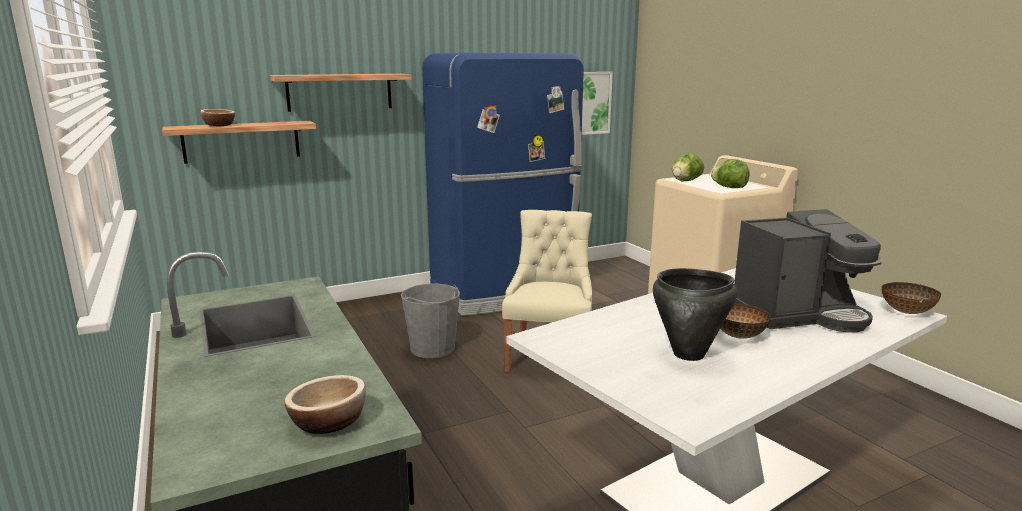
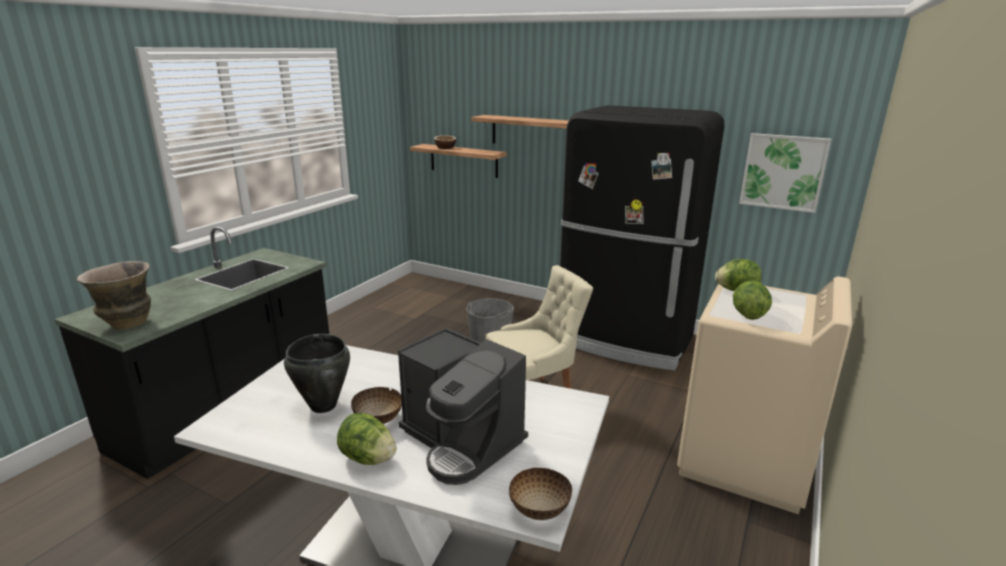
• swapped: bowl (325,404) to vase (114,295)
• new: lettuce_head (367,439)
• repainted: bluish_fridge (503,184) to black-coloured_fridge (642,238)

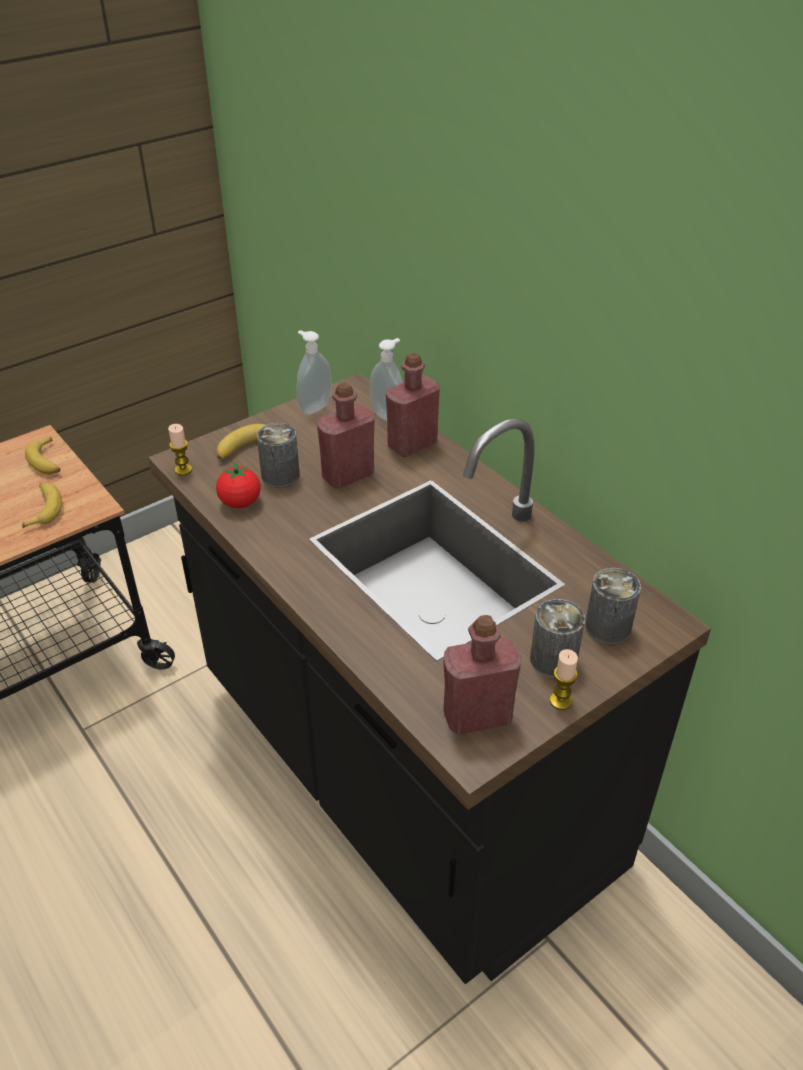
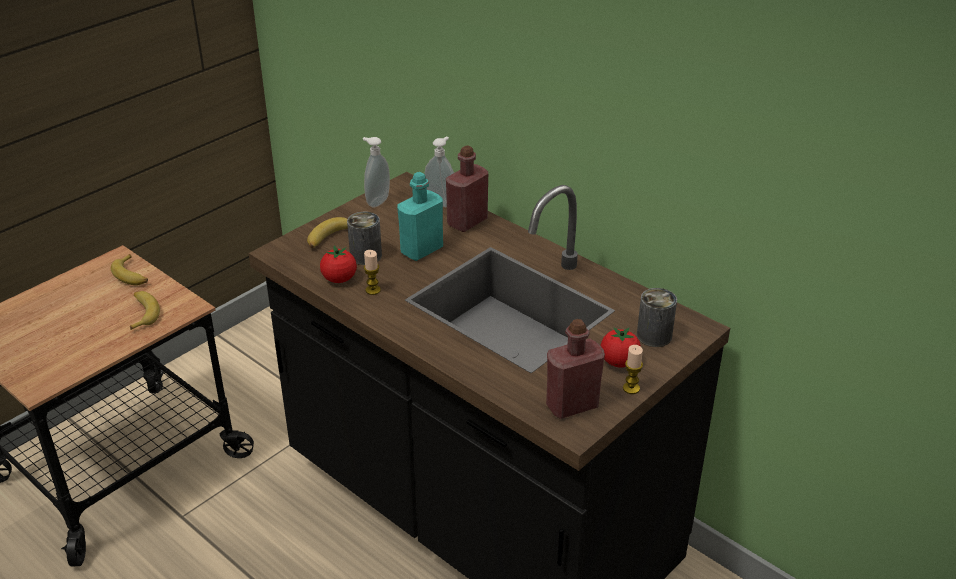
• shifted: candle (180,450) to (372,272)
• repainted: reddish_bottle (346,435) to blue-green_bottle (420,216)
• swapped: sealed_can (557,638) to whole_tomato (620,347)

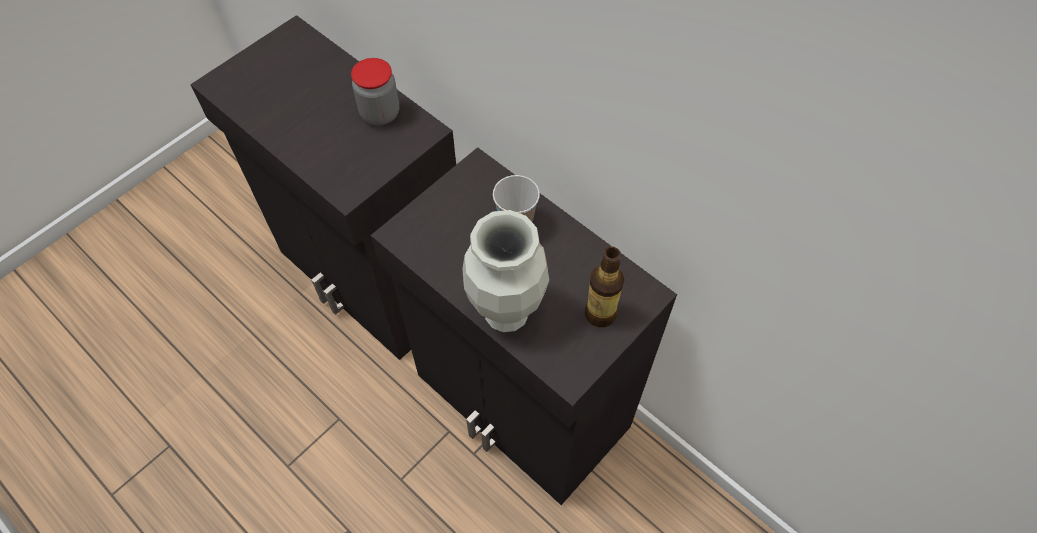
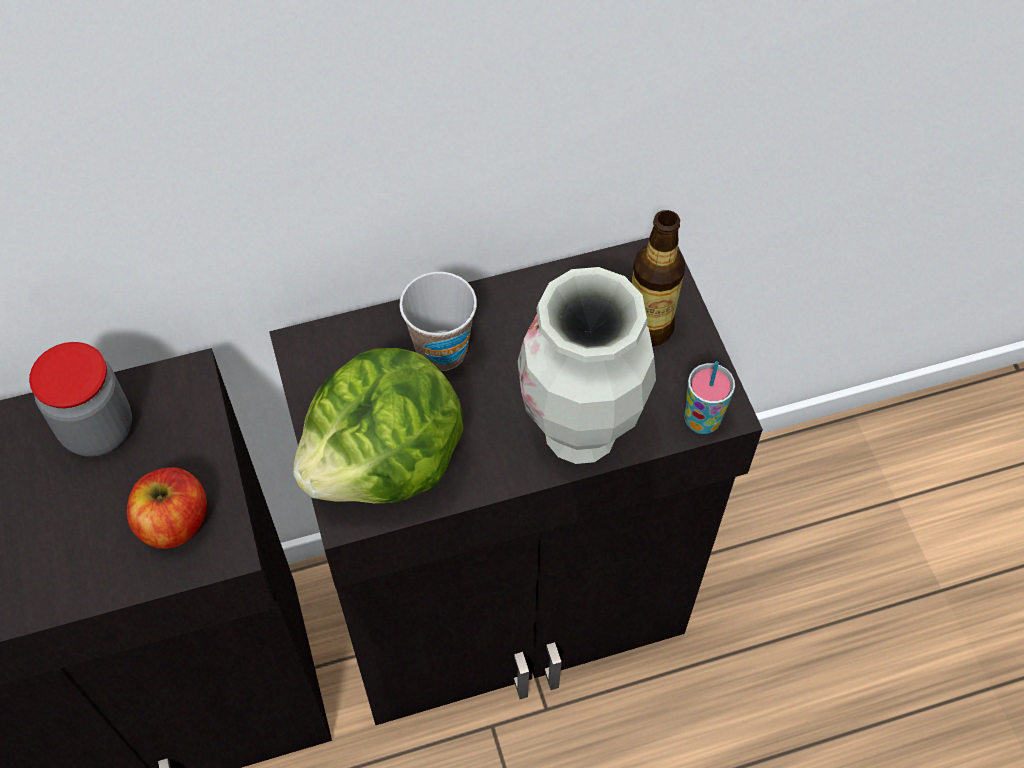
• new: whole_apple (167,508)
• new: lettuce_head (378,425)
• new: small_cup (709,397)

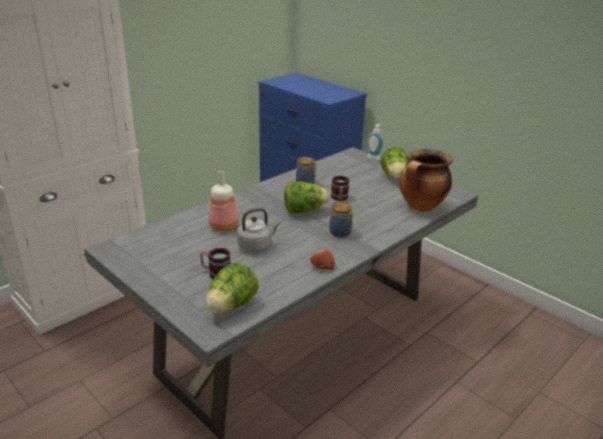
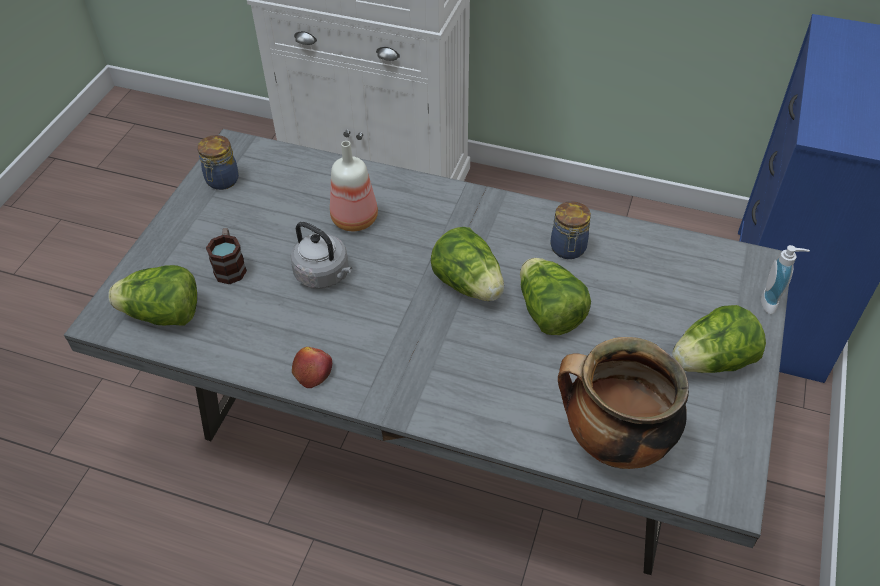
• shifted: jar (341,219) to (218,162)
• swapped: coffee_mug (340,188) to lettuce_head (555,296)

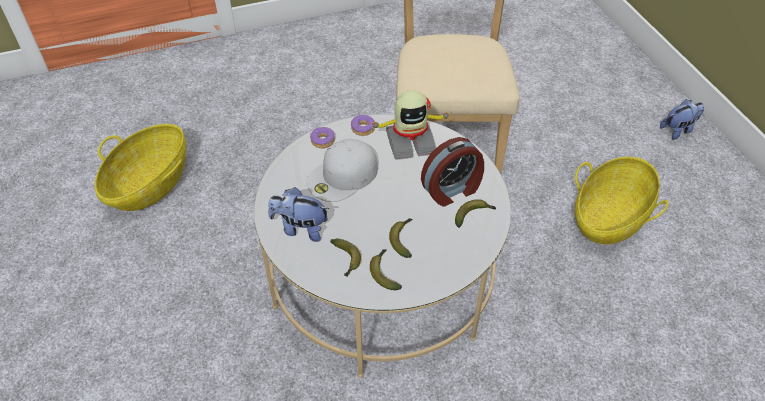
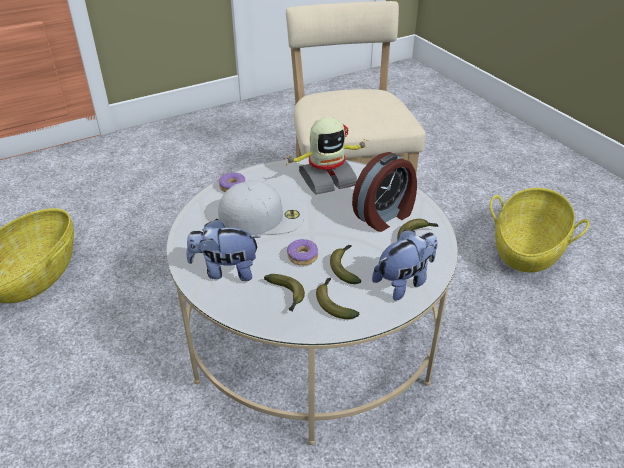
• rotated: white-coloured_baseball_cap (342,170) = (261,208) 135 degrees counterclockwise
• shifted: donut (363,125) to (302,252)
• shifted: cuddly_toy (682,119) to (405,265)

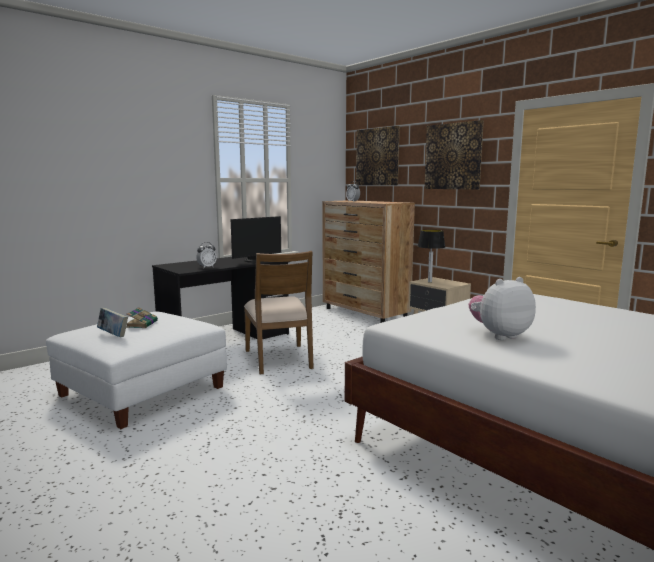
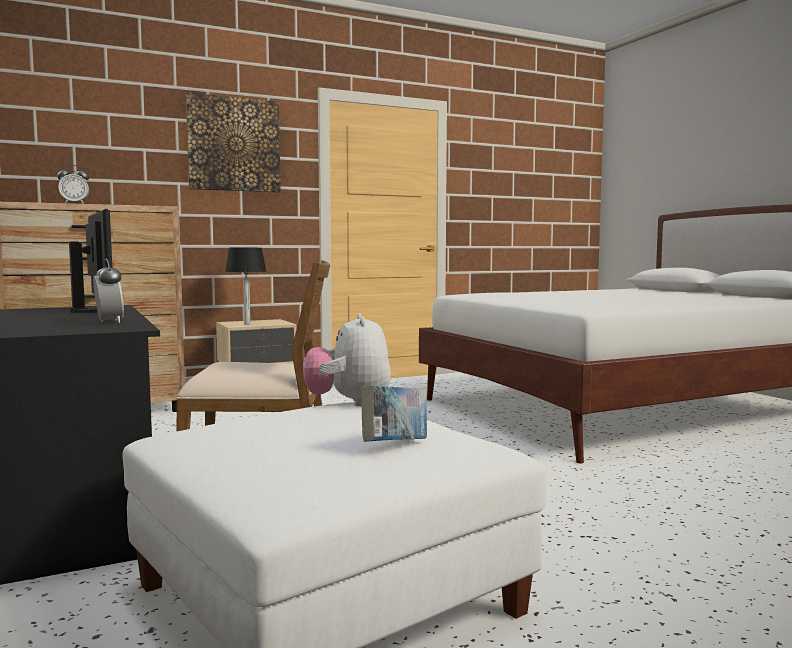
• shifted: cuddly_toy (502,308) to (347,360)
• gone: book (142,317)
• gone: wall_picture (378,155)

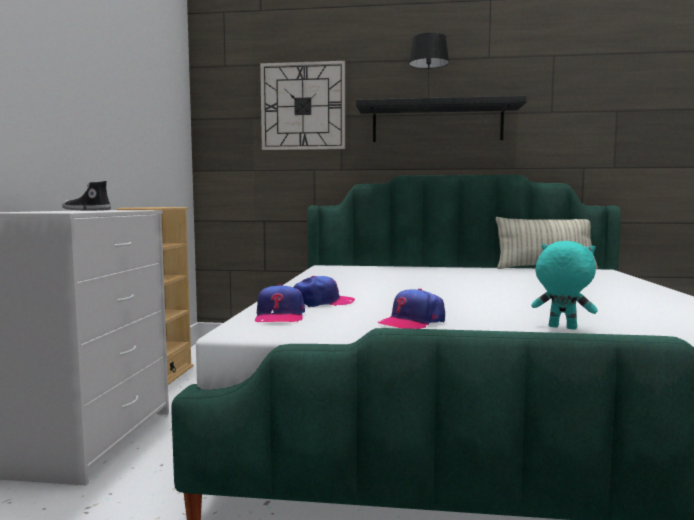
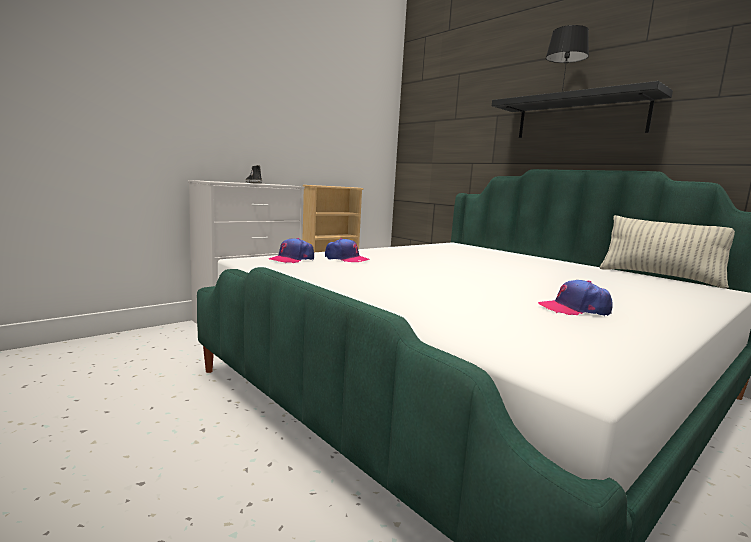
• shifted: baseball_cap (411,309) to (575,298)
• gone: wall_clock (302,105)
• gone: blue-green_cuddly_toy (564,285)

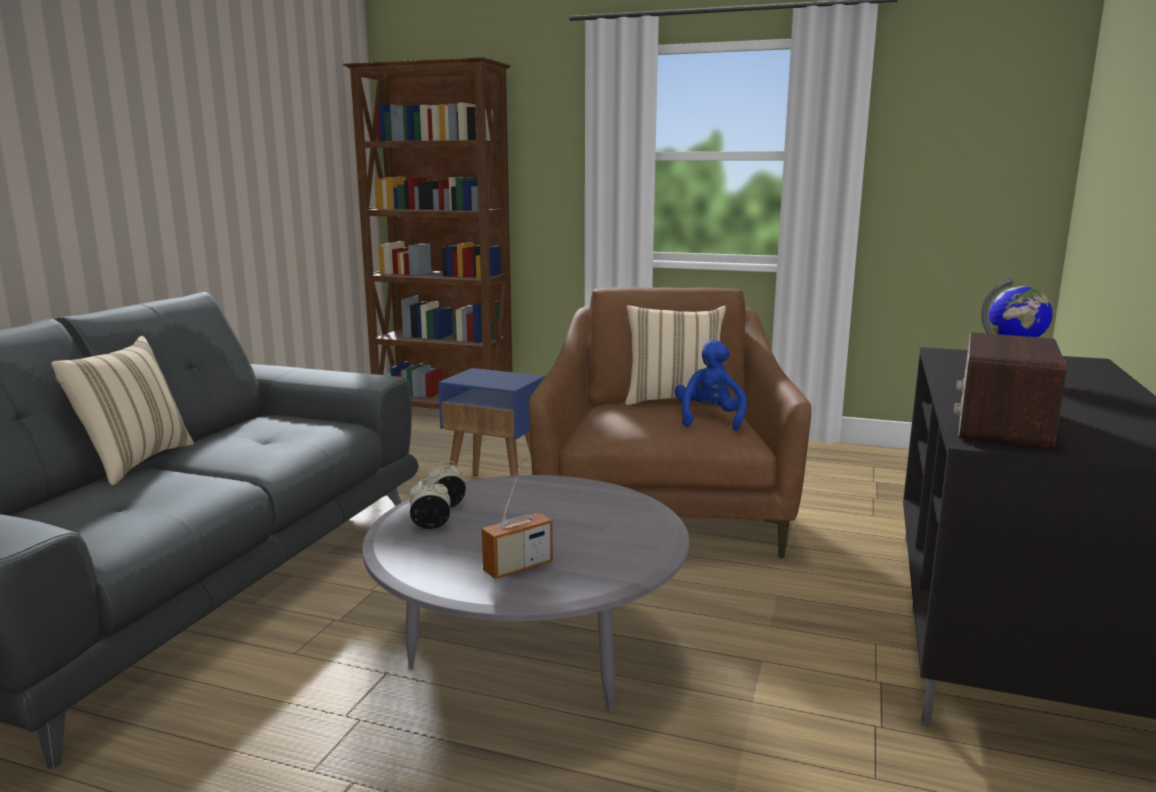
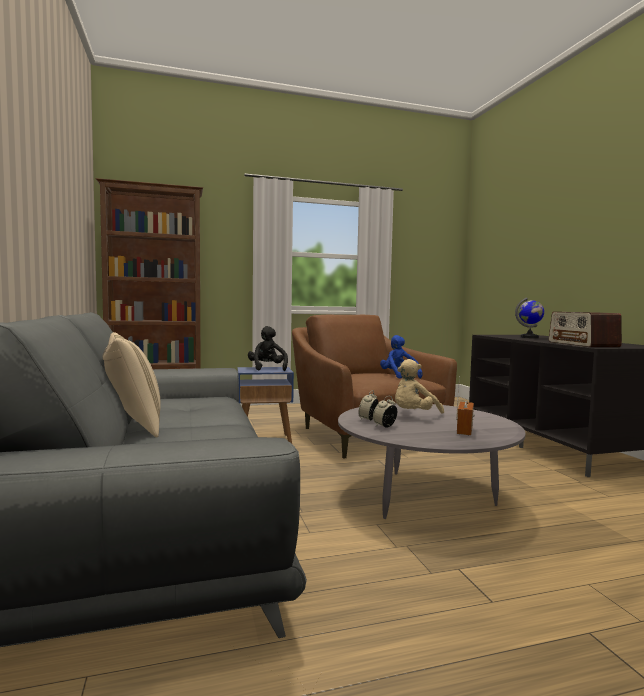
• new: black-coloured_cuddly_toy (268,348)
• new: beige-coloured_cuddly_toy (419,386)
• gone: beige-coloured_cushion (675,355)

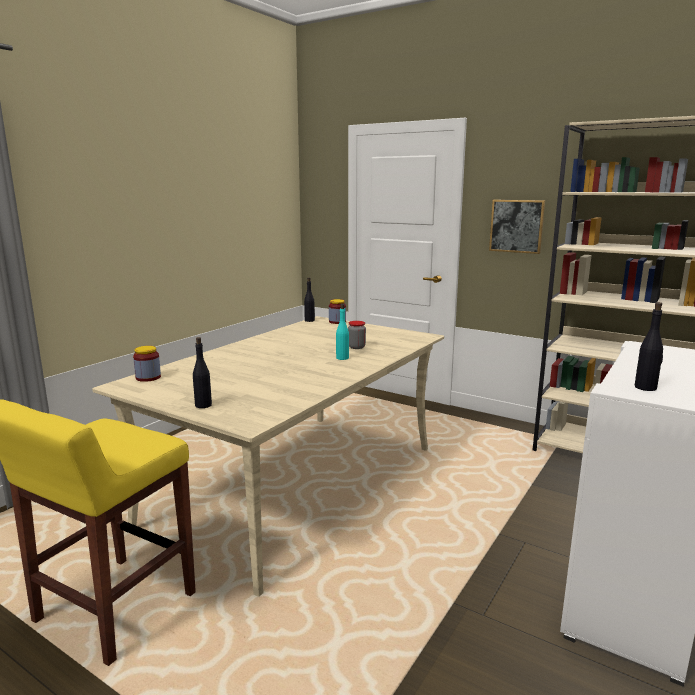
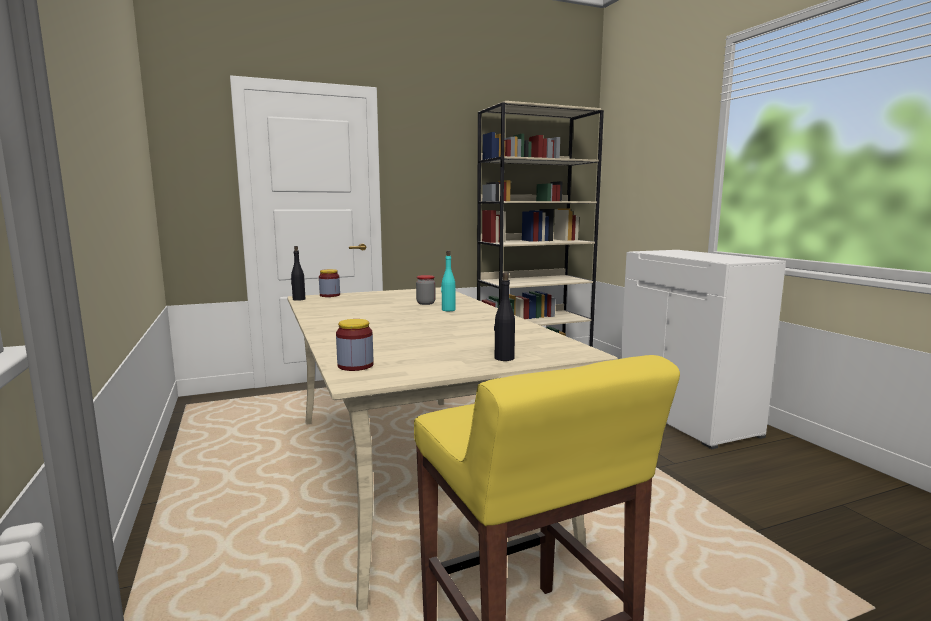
• gone: wall_picture (517,227)
• gone: black-coloured_bottle (649,346)

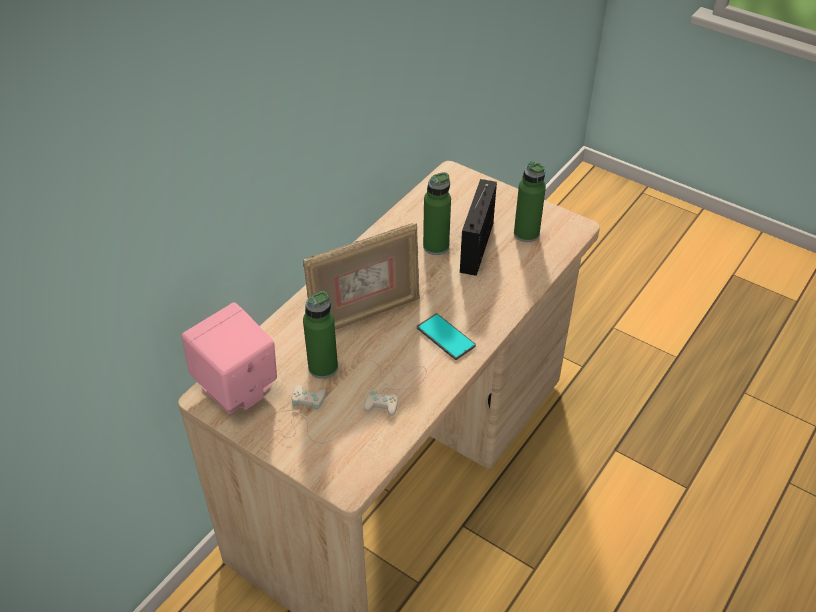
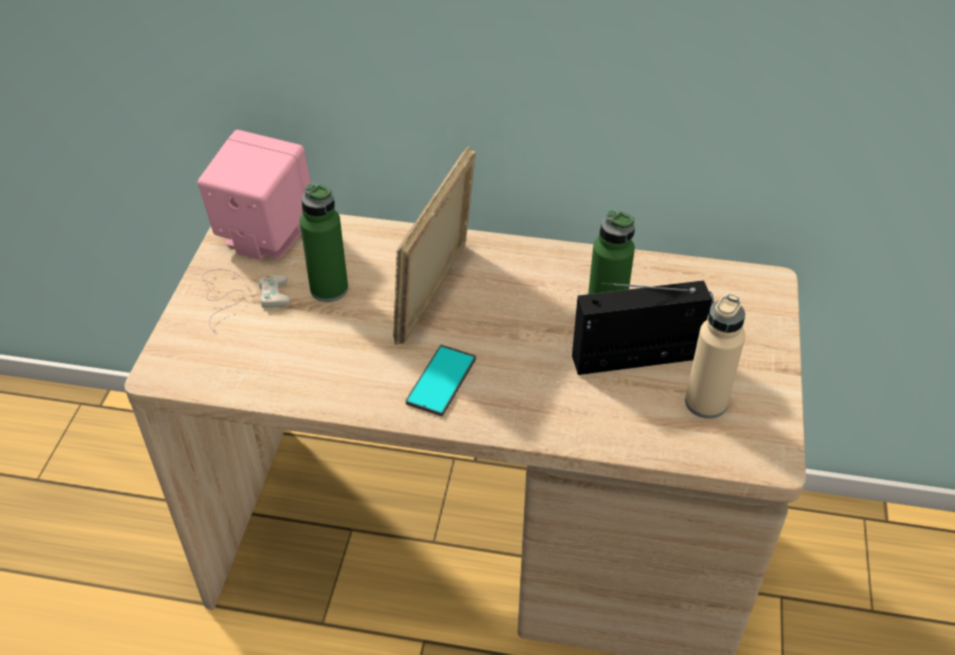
• rotated: picture_frame (361,276) = (434,246) 75 degrees clockwise
• repainted: greenish_bottle (530,201) to beige-coloured_bottle (715,356)
• gone: white-coloured_joypad (391,388)

